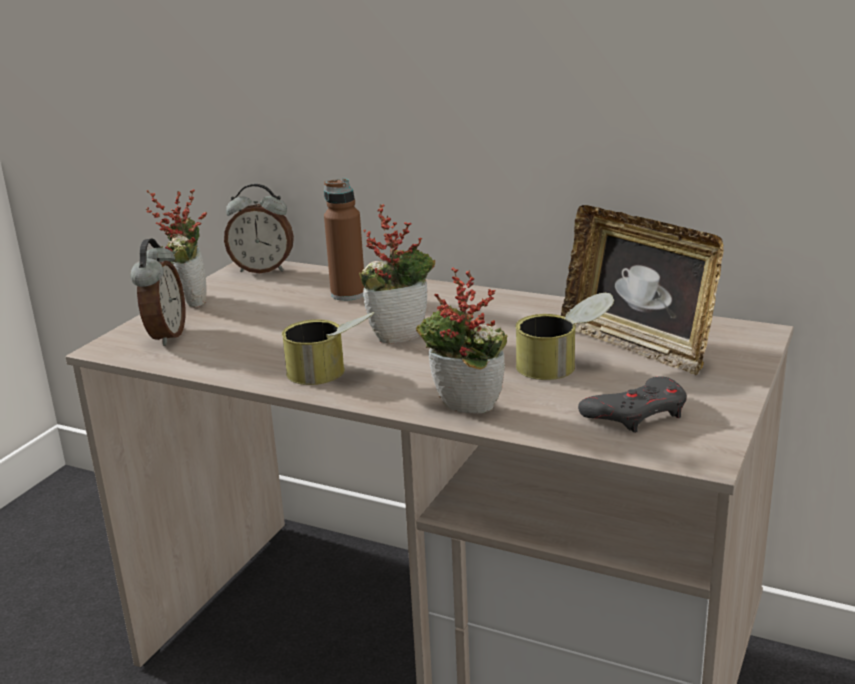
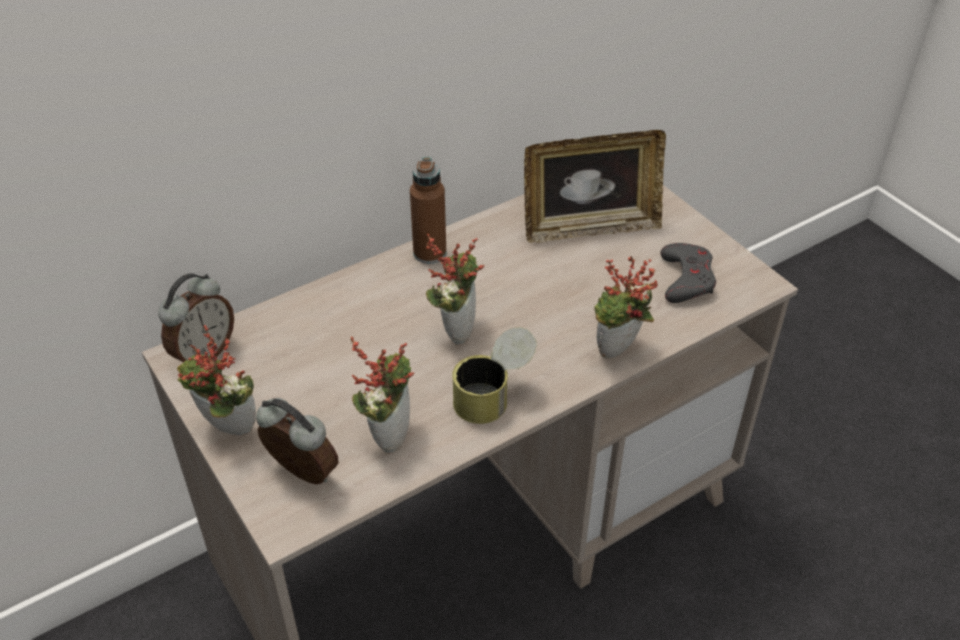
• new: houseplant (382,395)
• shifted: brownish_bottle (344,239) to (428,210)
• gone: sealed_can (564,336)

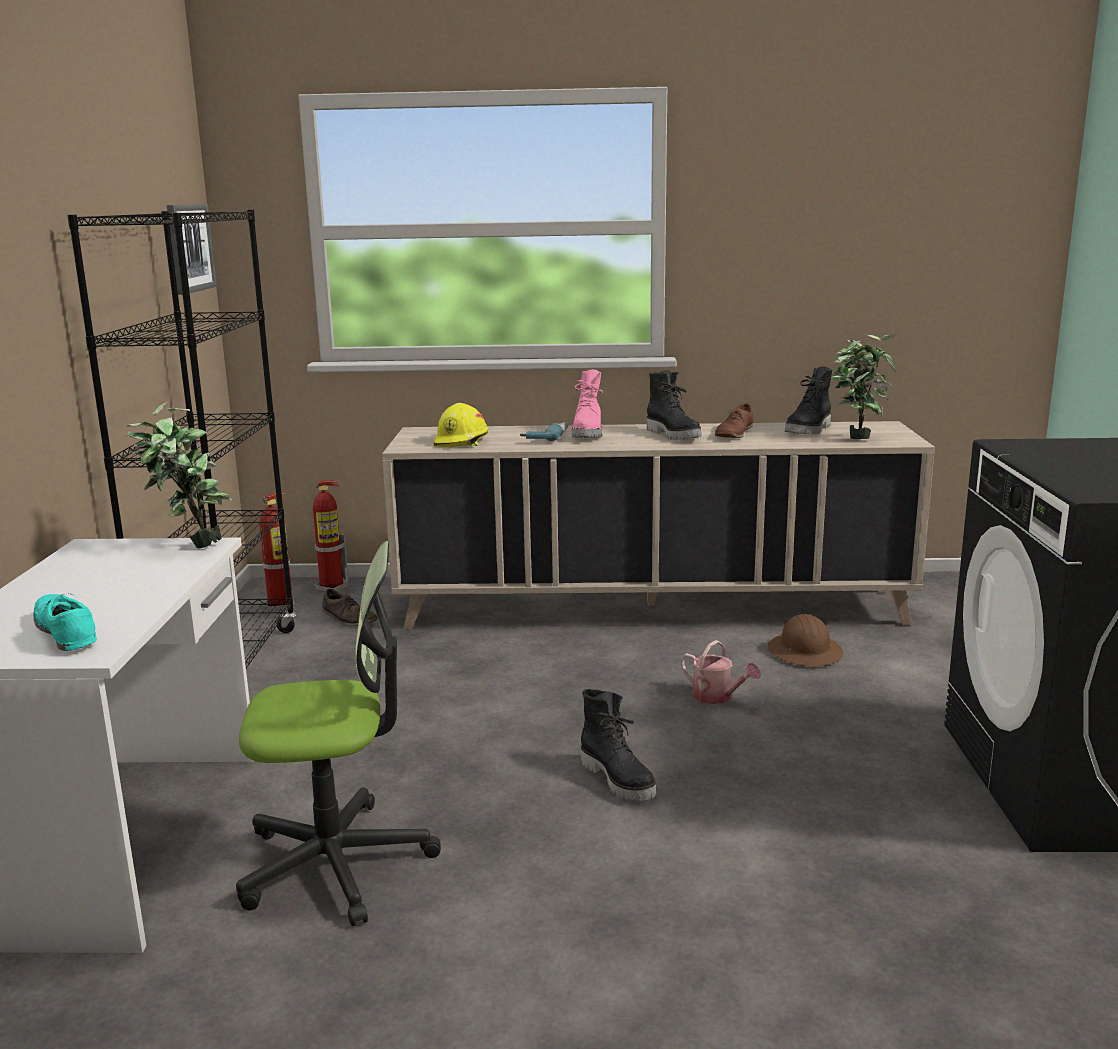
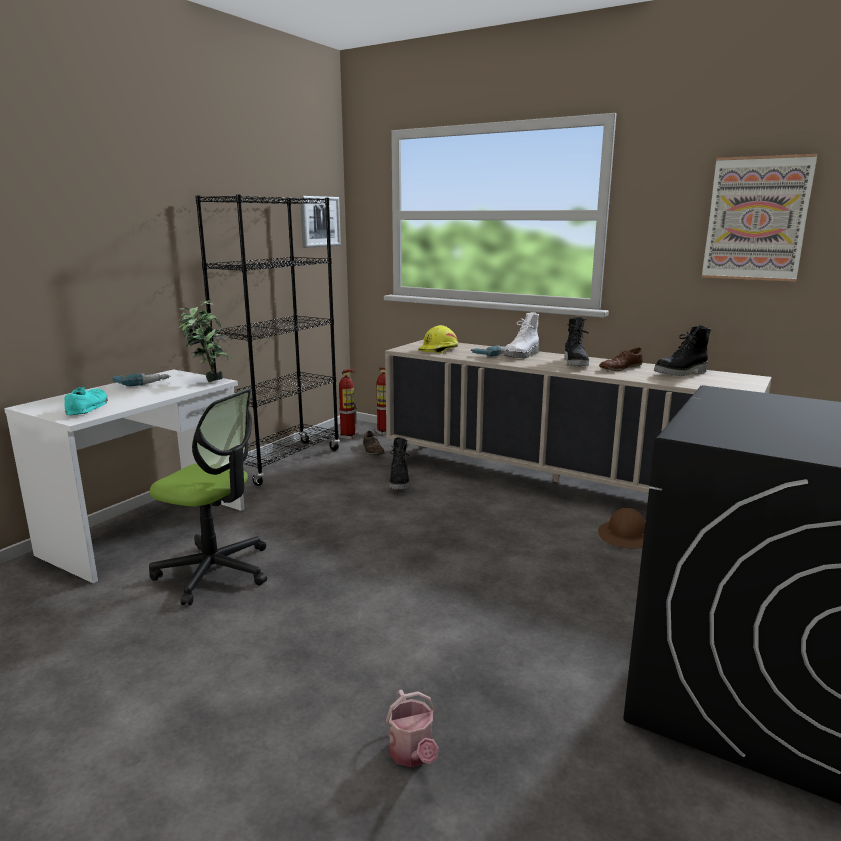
• new: electric_drill (141,379)
• shifted: watering_pot (720,672) to (412,728)
• shifted: black-coloured_boot (618,745) to (399,463)
• repainted: pink-coloured_boot (587,403) to white-coloured_boot (521,335)
• new: wall_picture (759,218)
• gone: houseplant (864,386)

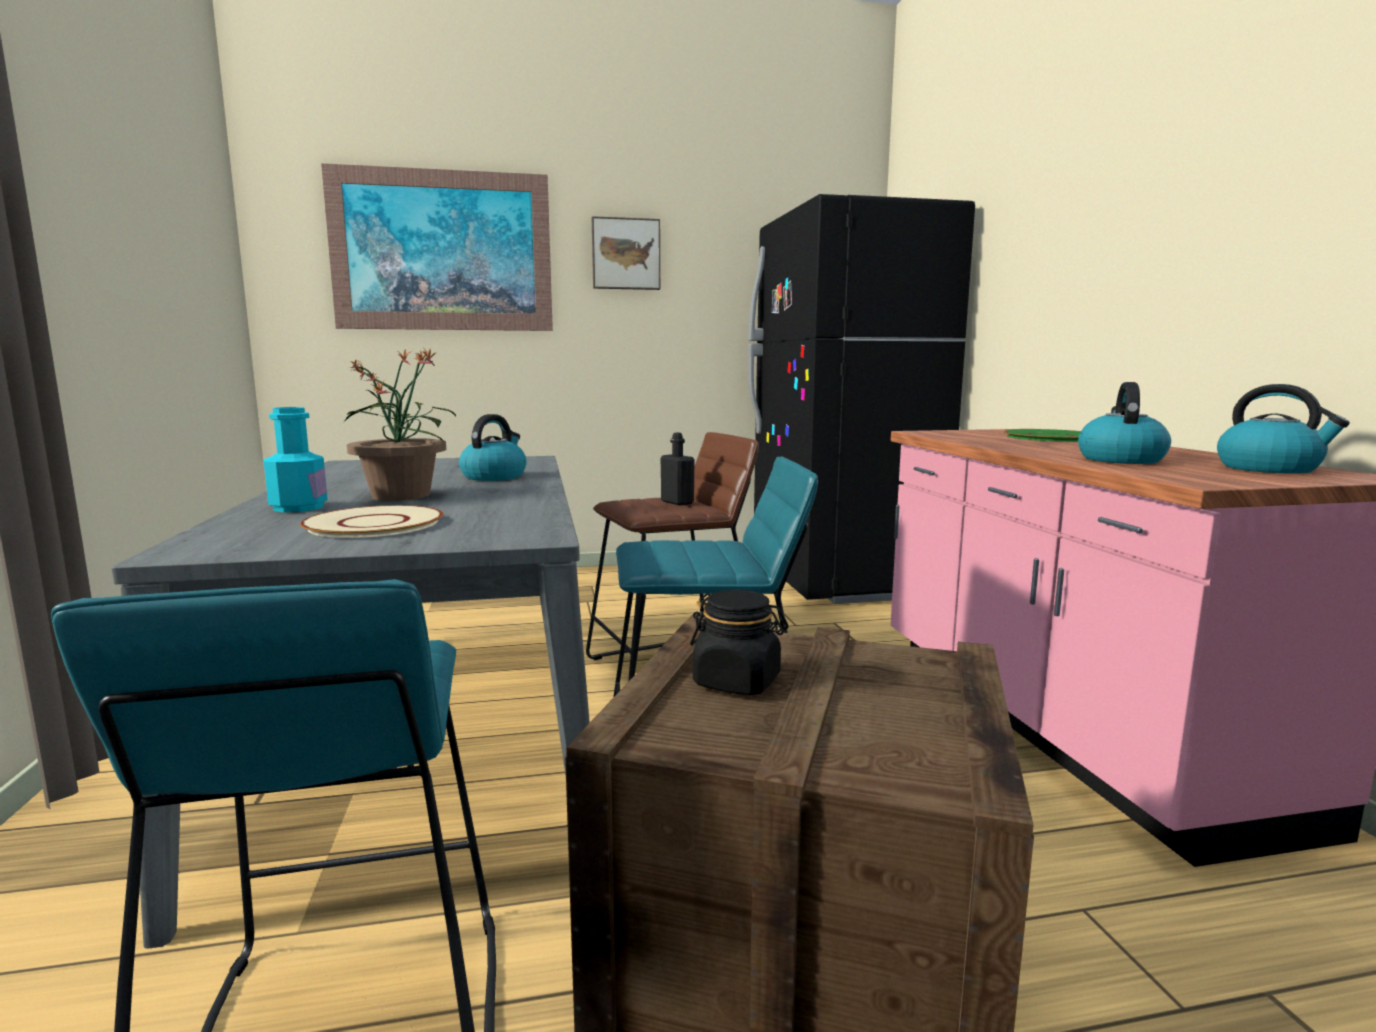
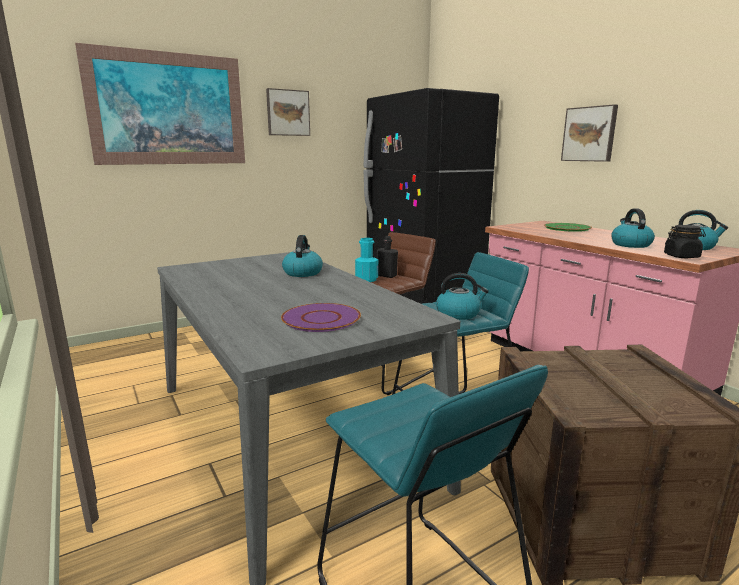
• repainted: beige-coloured_dinner_plate (372,521) to purple-coloured_dinner_plate (321,317)
• shifted: blue-green_bottle (295,459) to (366,260)
• new: kettle (462,296)
• new: wall_picture (589,133)
• shifted: black-coloured_jar (739,642) to (685,241)
• gone: houseplant (400,425)

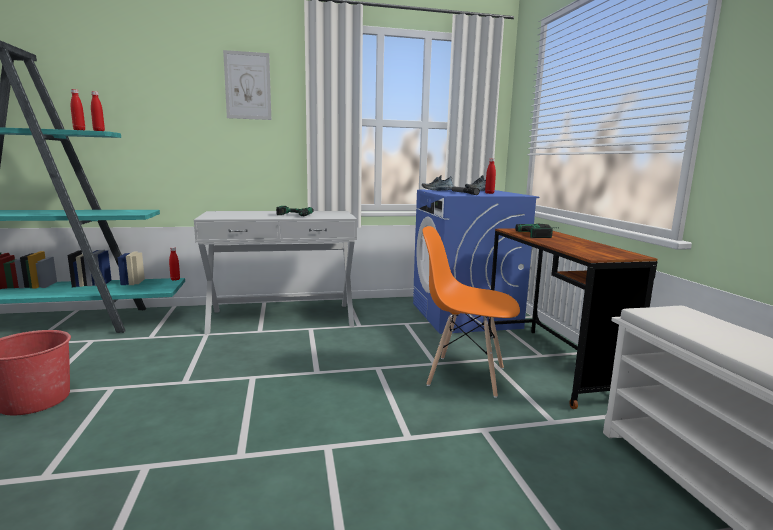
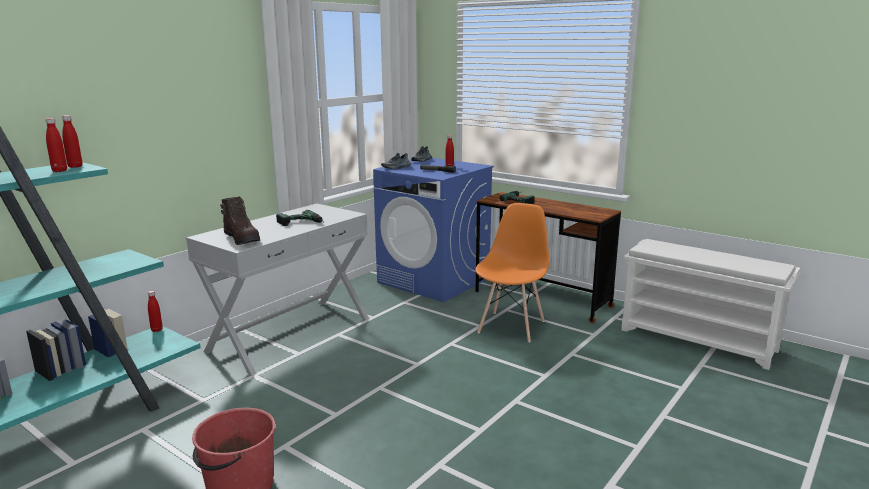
• new: brownish_boot (240,220)
• rotated: orangey_plain_chair (471,312) = (512,273) 135 degrees clockwise
• gone: wall_picture (247,85)

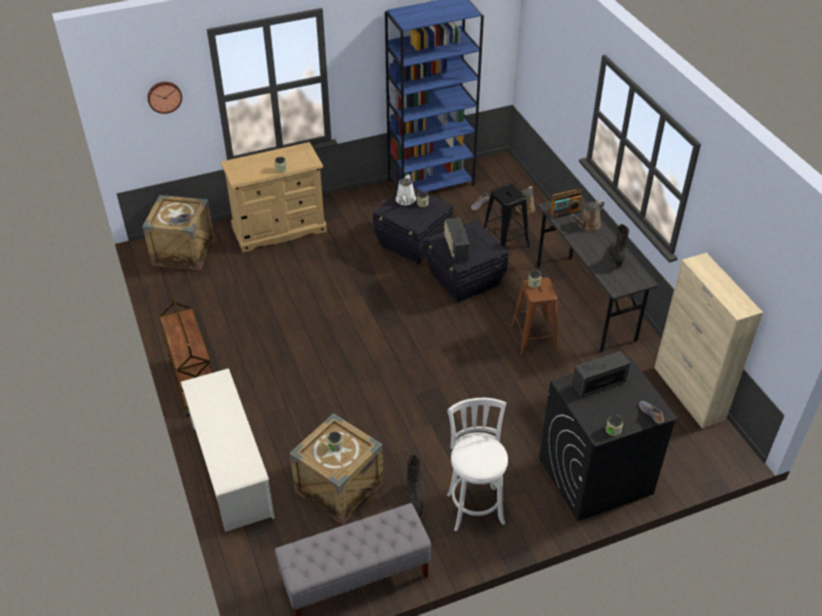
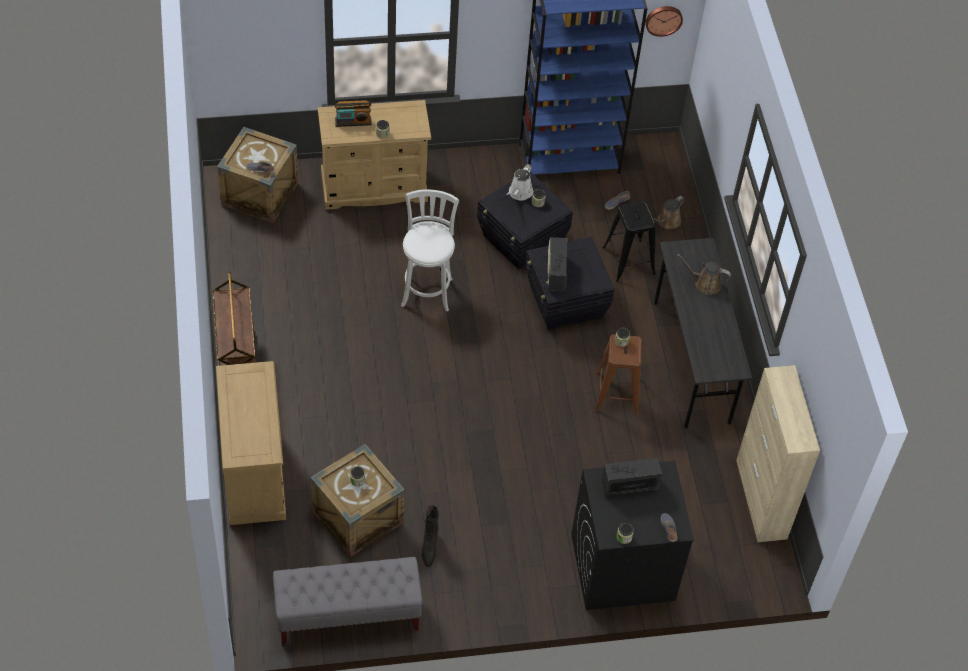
• swapped: white-coloured_shoe_rack (228,450) to beige-coloured_drawer_chest (251,443)
• shifted: radio_set (565,203) to (353,113)
• shifted: white-coloured_stool (477,464) to (430,250)
• shifted: wall_clock (164,98) to (664,21)
• rotated: brownish_watering_pot (587,215) = (704,274) 45 degrees clockwise
• gone: black-coloured_boot (619,246)

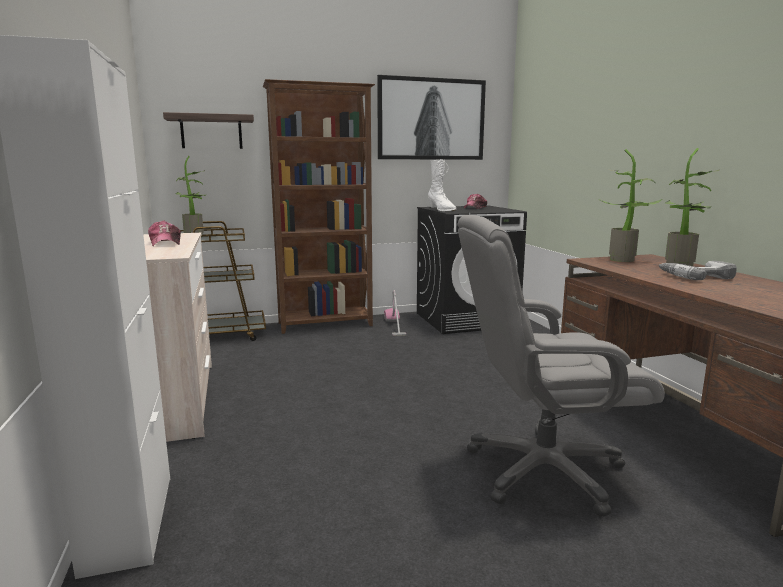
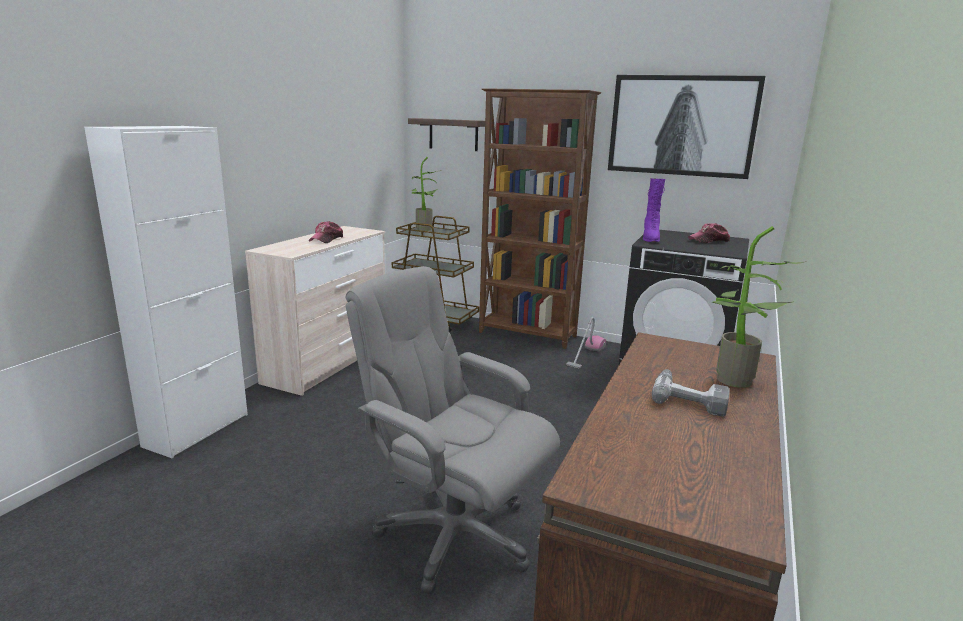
• repainted: white-coloured_boot (442,185) to purple-coloured_boot (654,210)
• gone: houseplant (630,205)

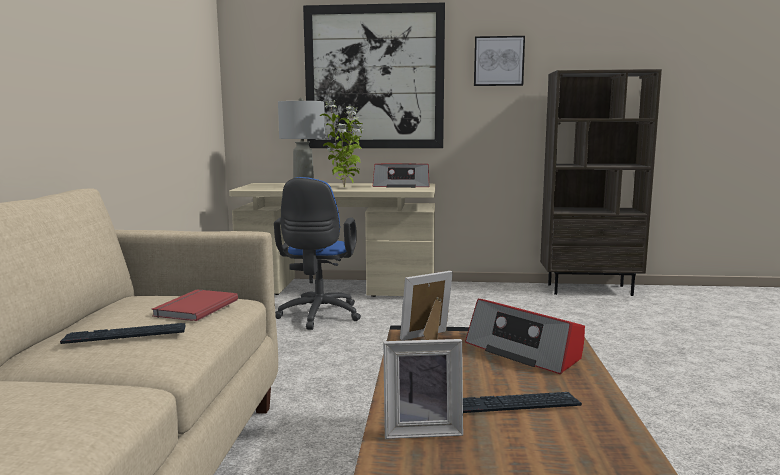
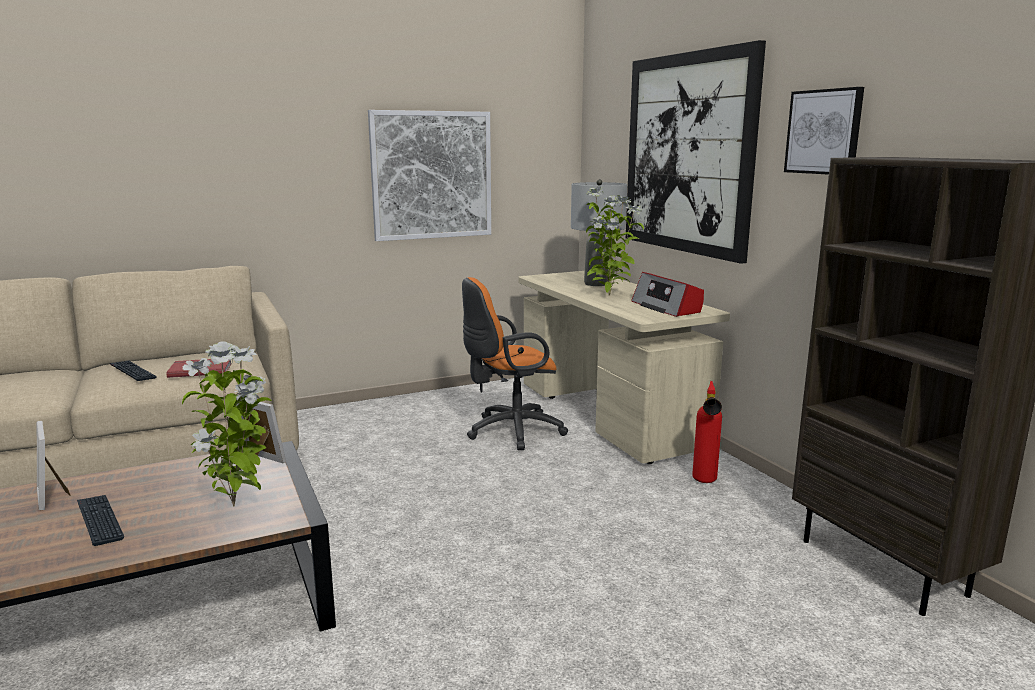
• swapped: radio_set (525,336) to houseplant (227,423)
• new: wall_picture (429,175)
• repainted: bluish_desk_chair (317,253) to orangey_desk_chair (515,363)
• new: extinguisher (707,432)

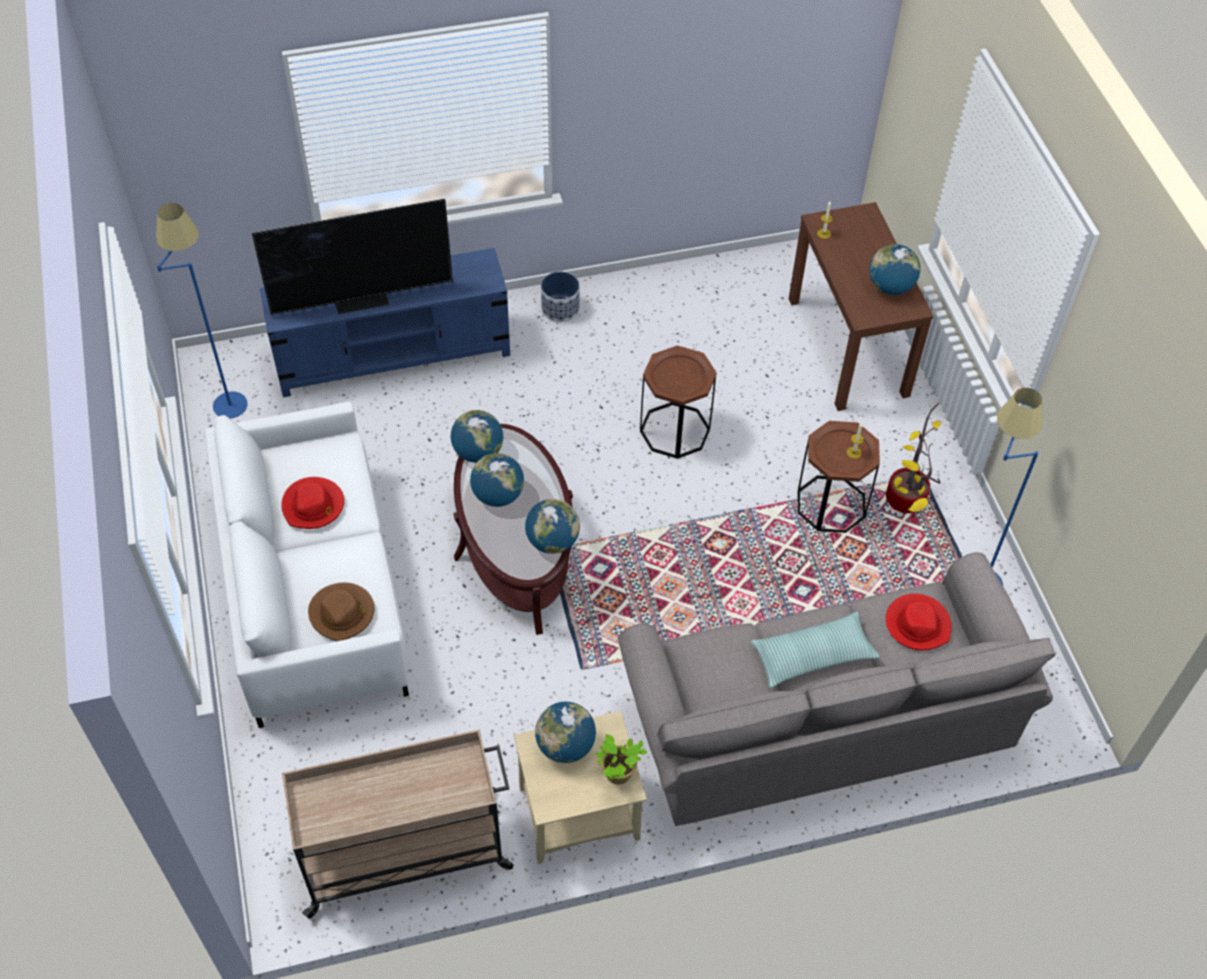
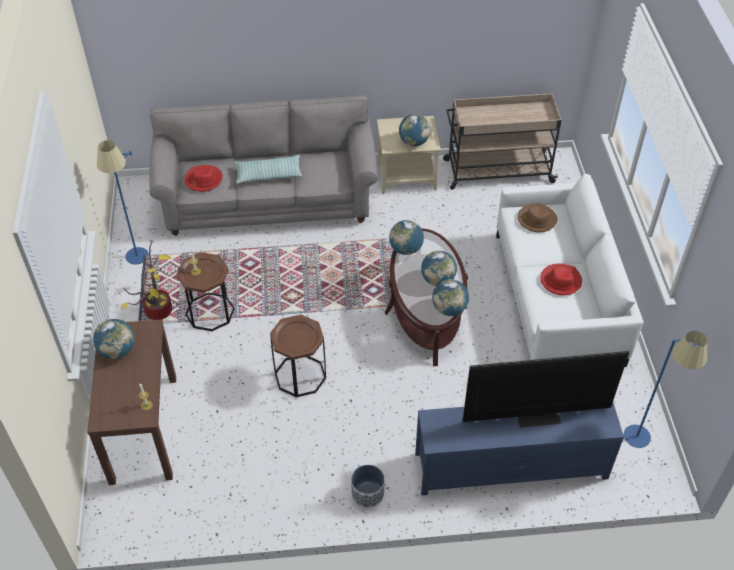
• gone: houseplant (621,759)

